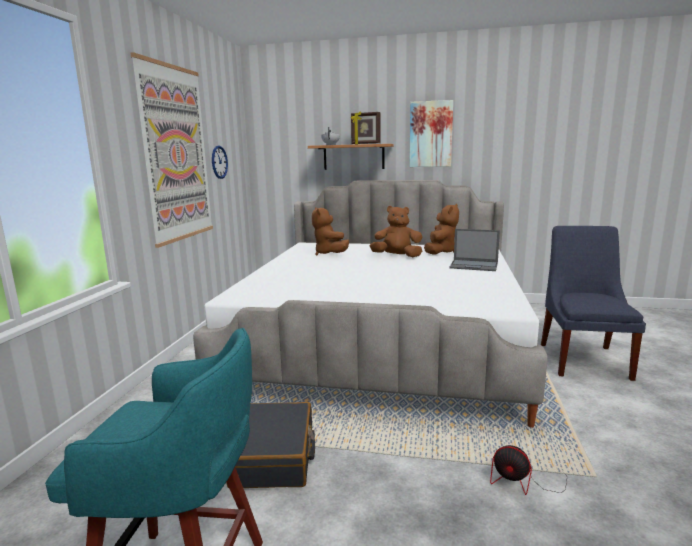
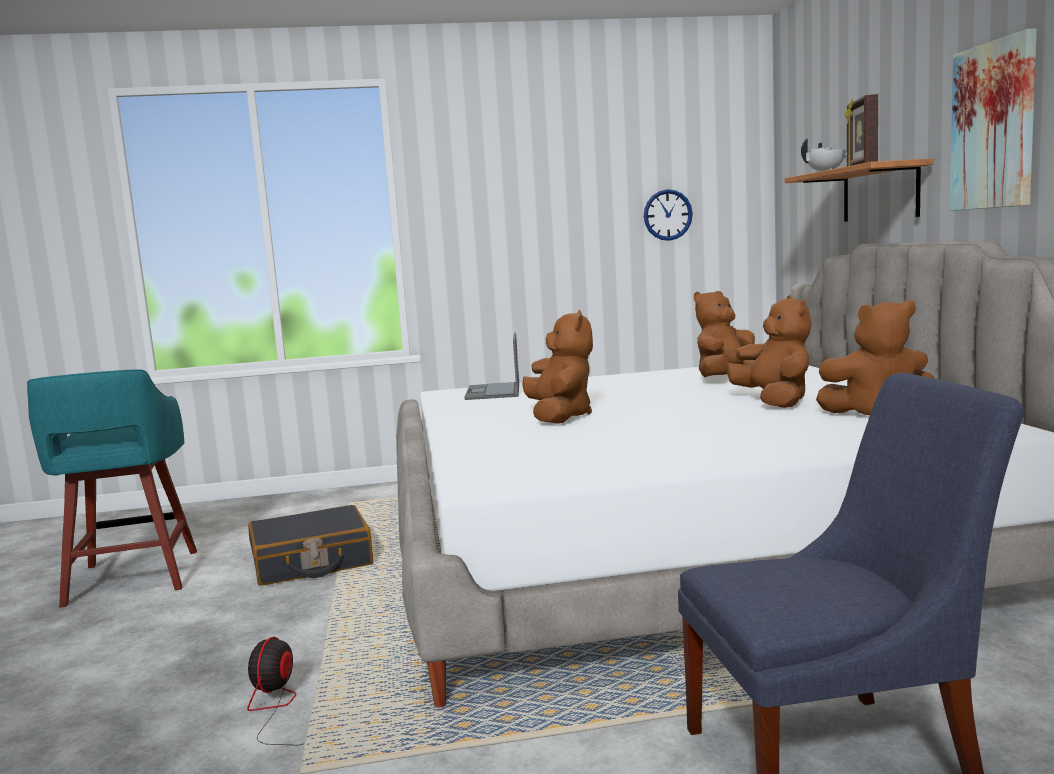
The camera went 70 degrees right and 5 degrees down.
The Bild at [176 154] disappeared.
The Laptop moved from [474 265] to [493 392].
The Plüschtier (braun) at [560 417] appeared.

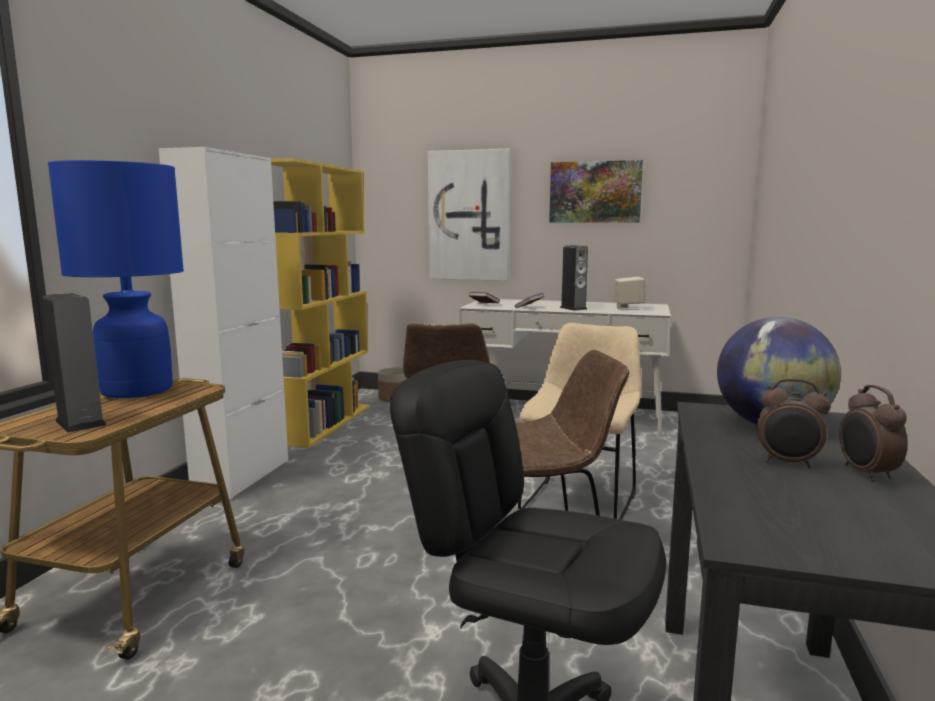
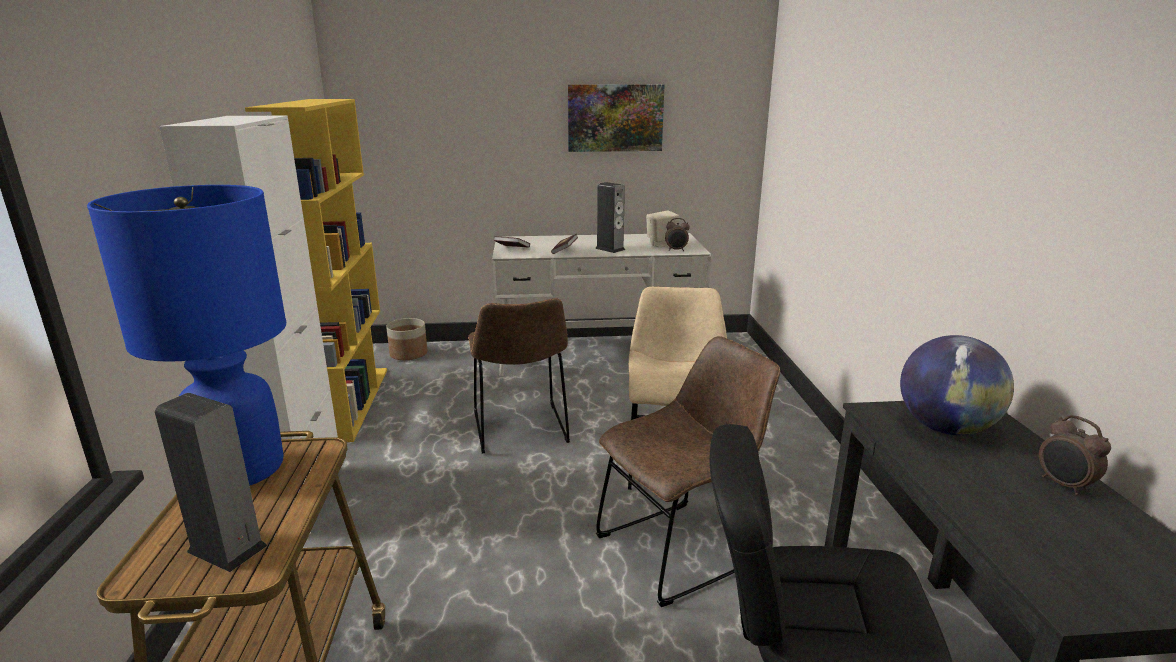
The camera went 20 degrees left and 10 degrees up.
The Bild at [469 216] disappeared.
The Wecker moved from [788 463] to [676 250].

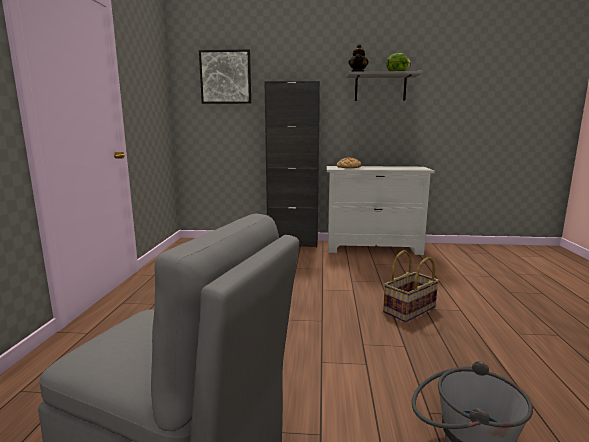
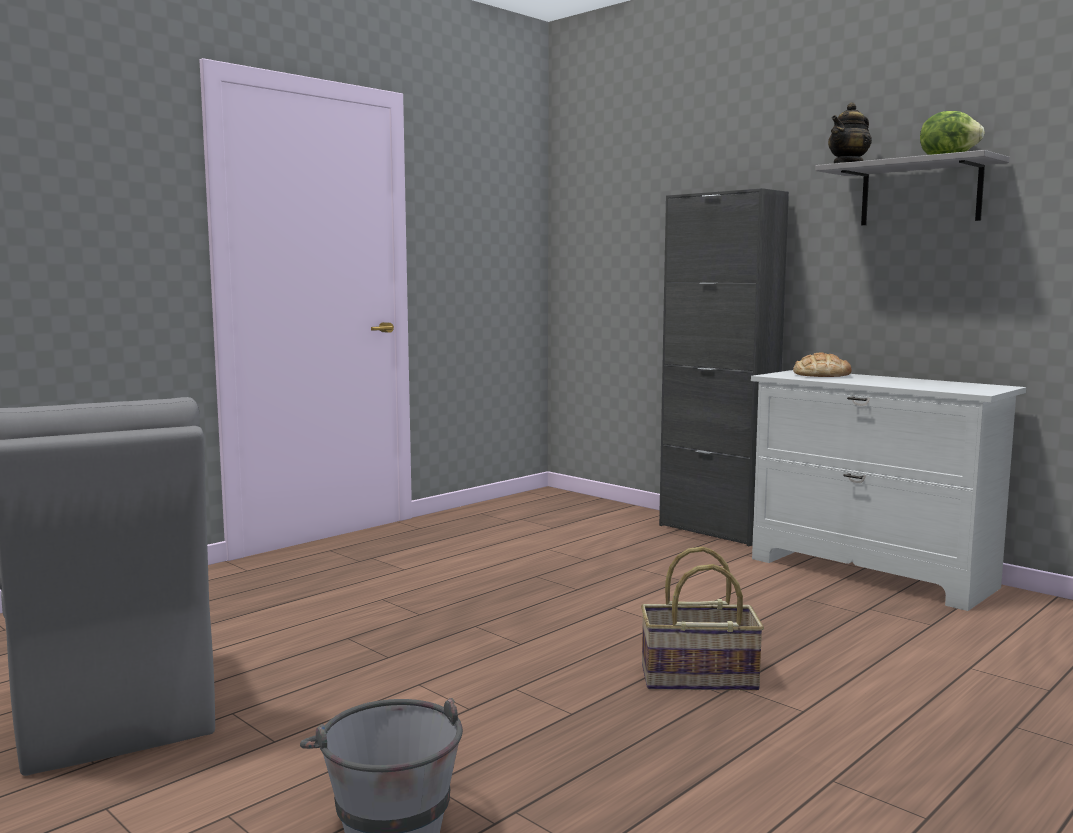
The camera went 40 degrees right and 5 degrees down.
The Bild at [225 77] disappeared.

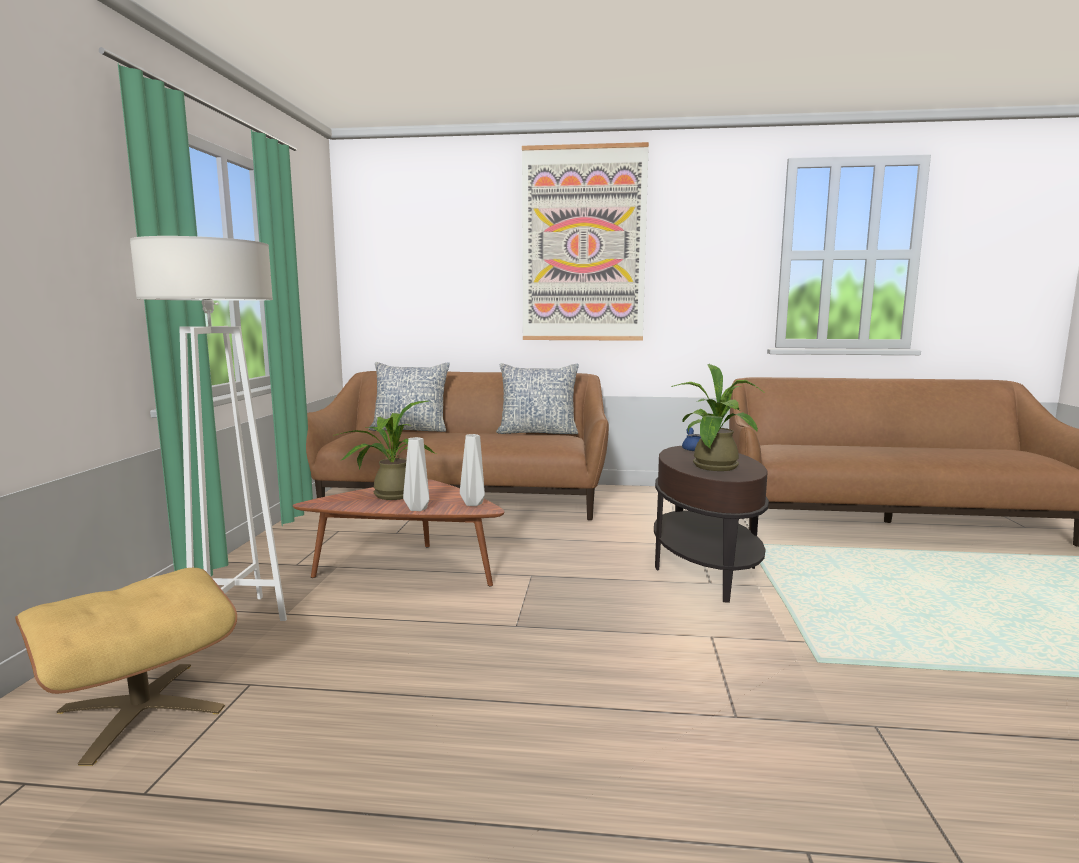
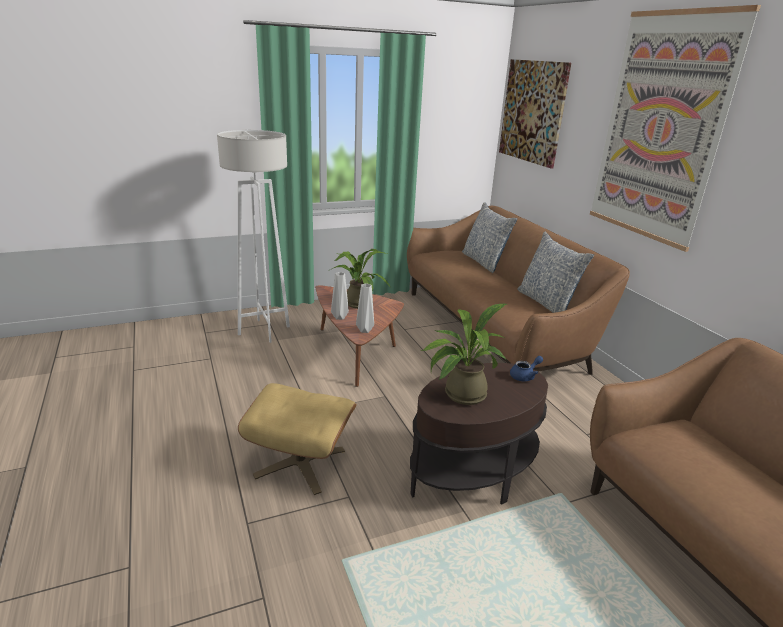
The camera went 60 degrees right and 15 degrees up.
The Polsterhocker (beige) moved from [141 709] to [301 462].
The Bild at [533 112] appeared.

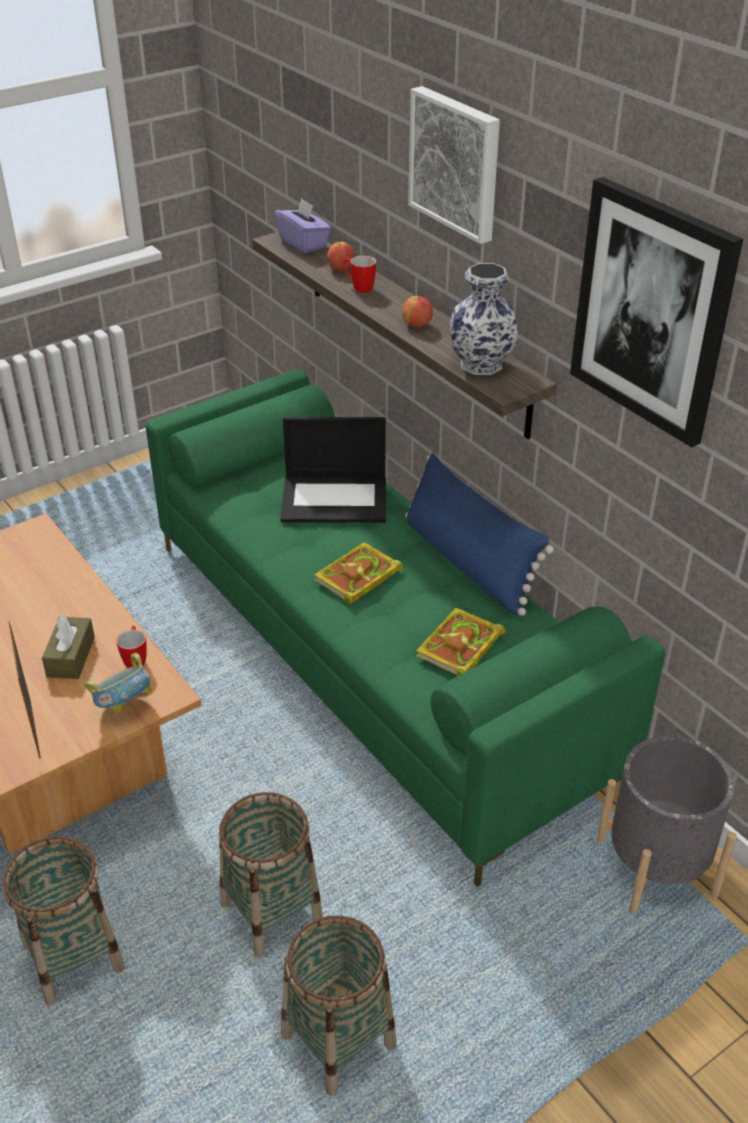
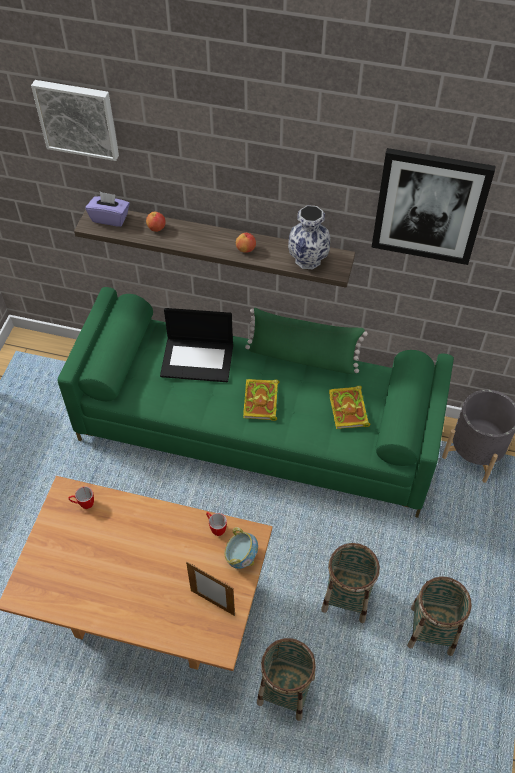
The camera went 40 degrees left and 15 degrees up.
The Bild moved from [457 163] to [78 118].
The Henkelbecher moved from [358 288] to [83 504].
The Laptop at [336 499] turned 45 degrees clockwise.
The Kissen (blau) at [468 563] became the Kissen (grün) at [303 357].
The Taschentuchbox (braun) at [71 657] disappeared.

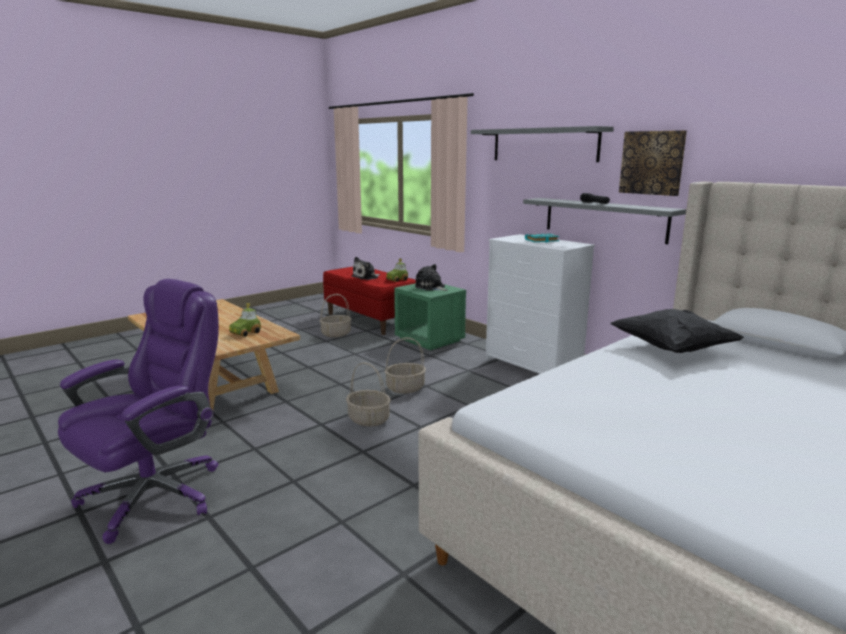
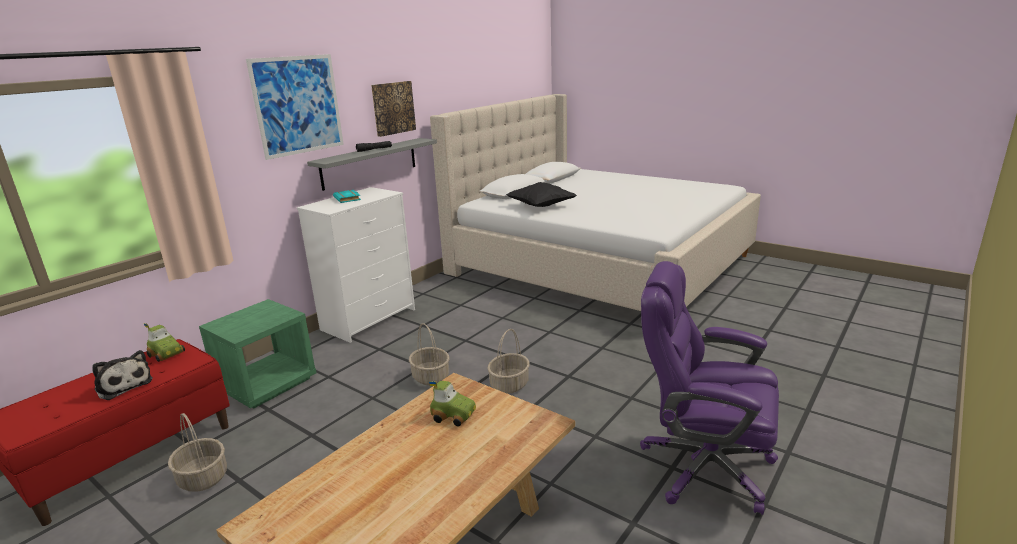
The camera went 100 degrees left and 5 degrees up.
The Wandregal (grau) at [544 145] was replaced by the Bild at [298 105].
The Plüschtier at [431 287] disappeared.

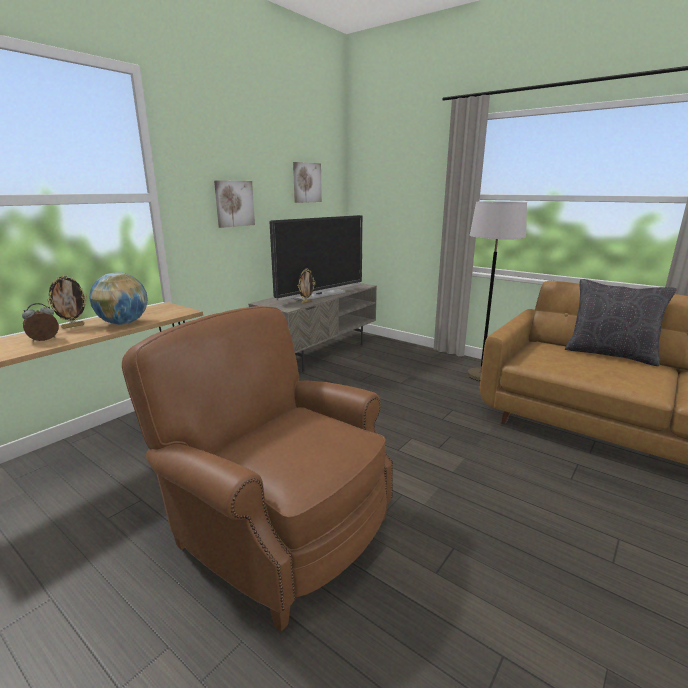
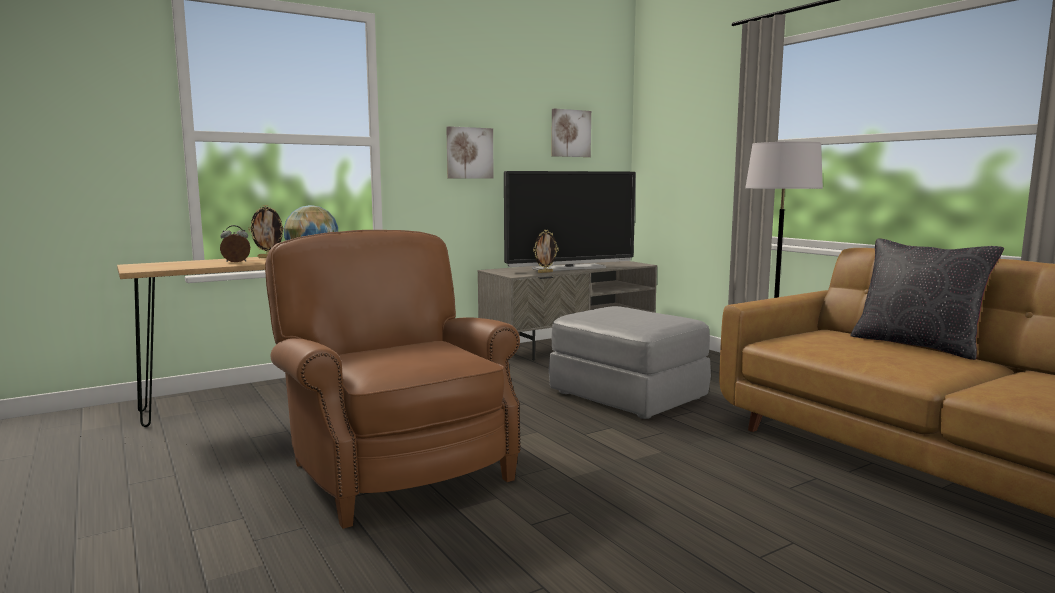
The camera went 20 degrees right and 10 degrees down.
The Polsterhocker (grau) at [626 395] appeared.

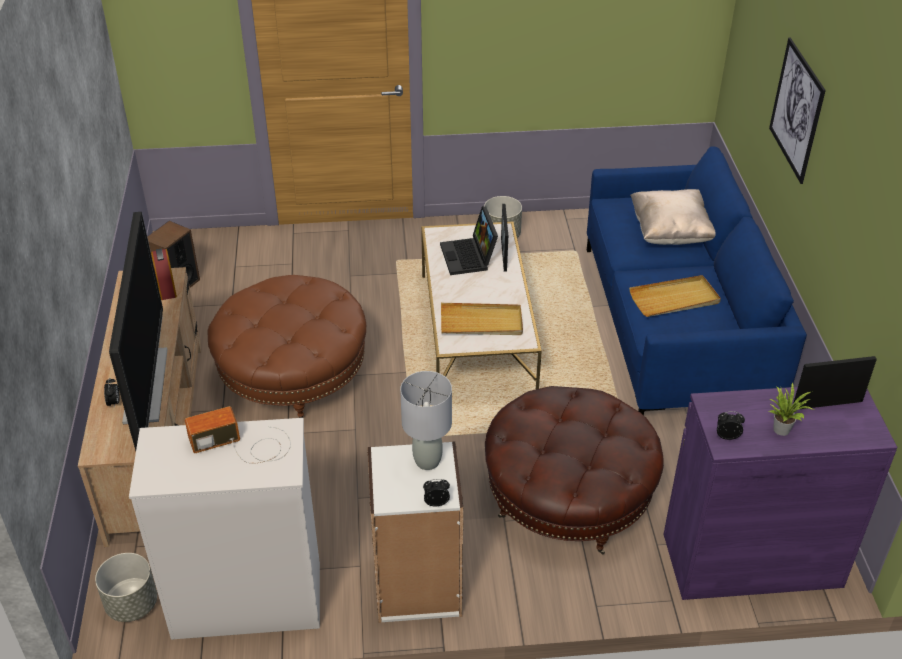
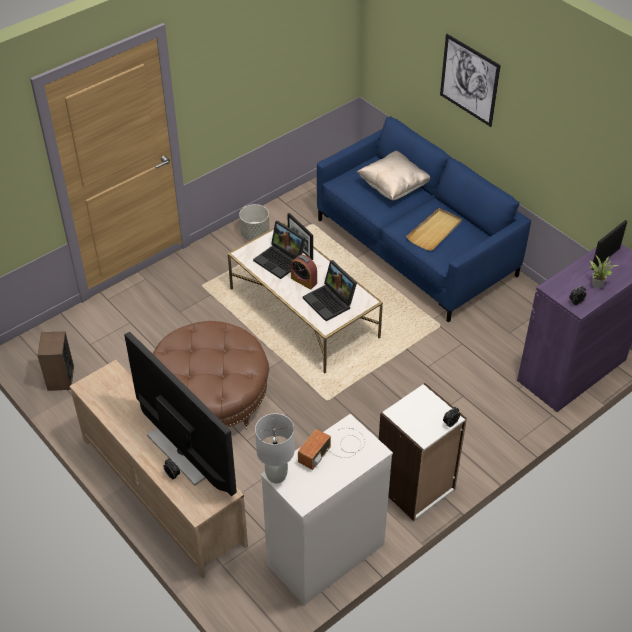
The camera went 35 degrees left and 5 degrees up.
The Wecker moved from [166 287] to [304 281].
The Tablett (beige) at [481 322] was replaced by the Laptop at [331 302].
The Tischlampe (grau) moved from [427 461] to [277 476].
The Polsterhocker (braun) at [568 497] disappeared.
The Pflanzkübel (grau) at [132 604] disappeared.

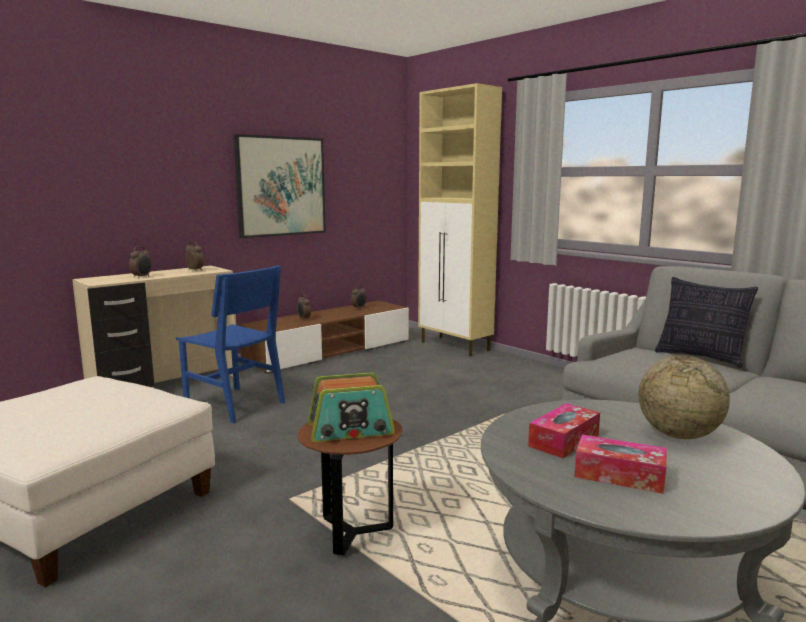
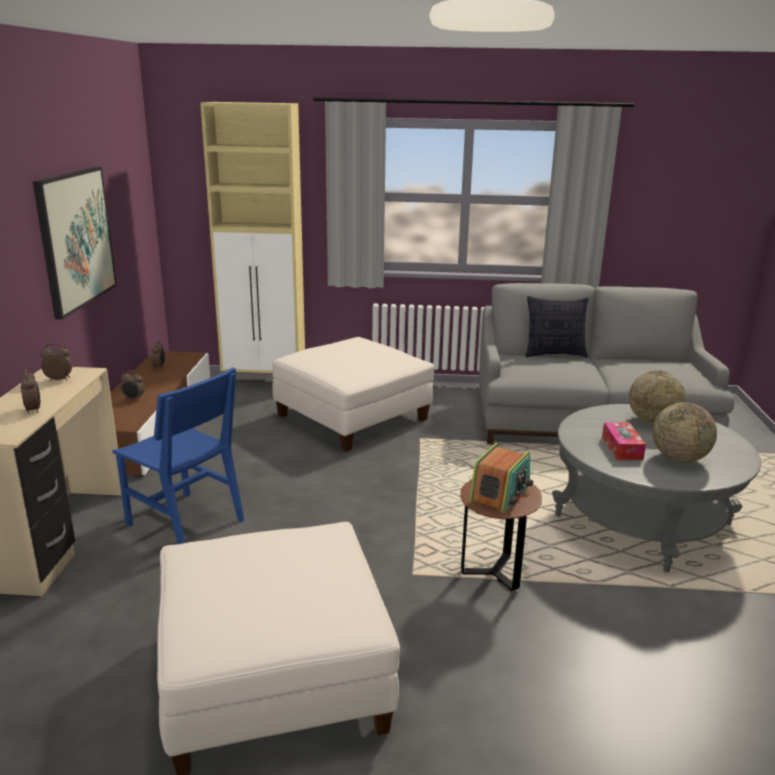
The camera went 45 degrees left and 10 degrees up.
The Stuhl (blau) at [235 404] turned 45 degrees clockwise.
The Taschentuchbox at [619 475] was replaced by the Globus at [679 458].
The Polsterhocker (weiß) at [352 417] appeared.

